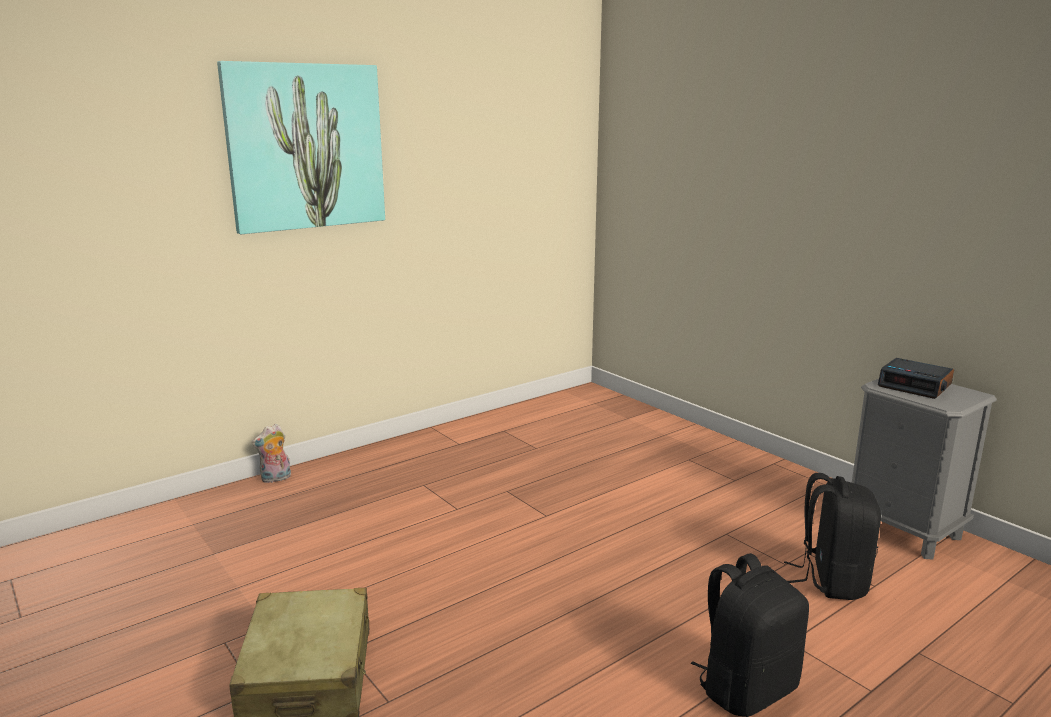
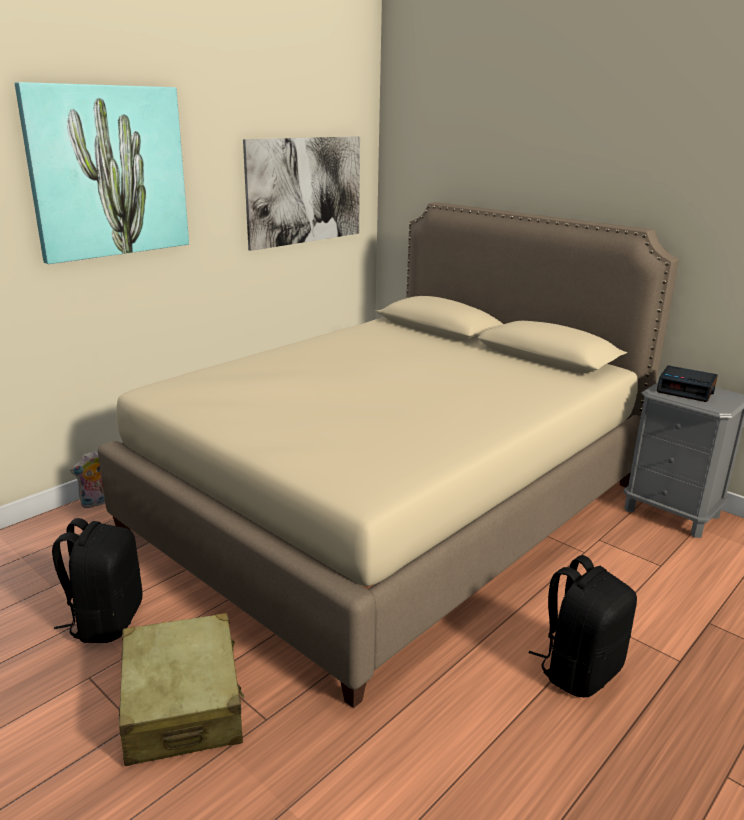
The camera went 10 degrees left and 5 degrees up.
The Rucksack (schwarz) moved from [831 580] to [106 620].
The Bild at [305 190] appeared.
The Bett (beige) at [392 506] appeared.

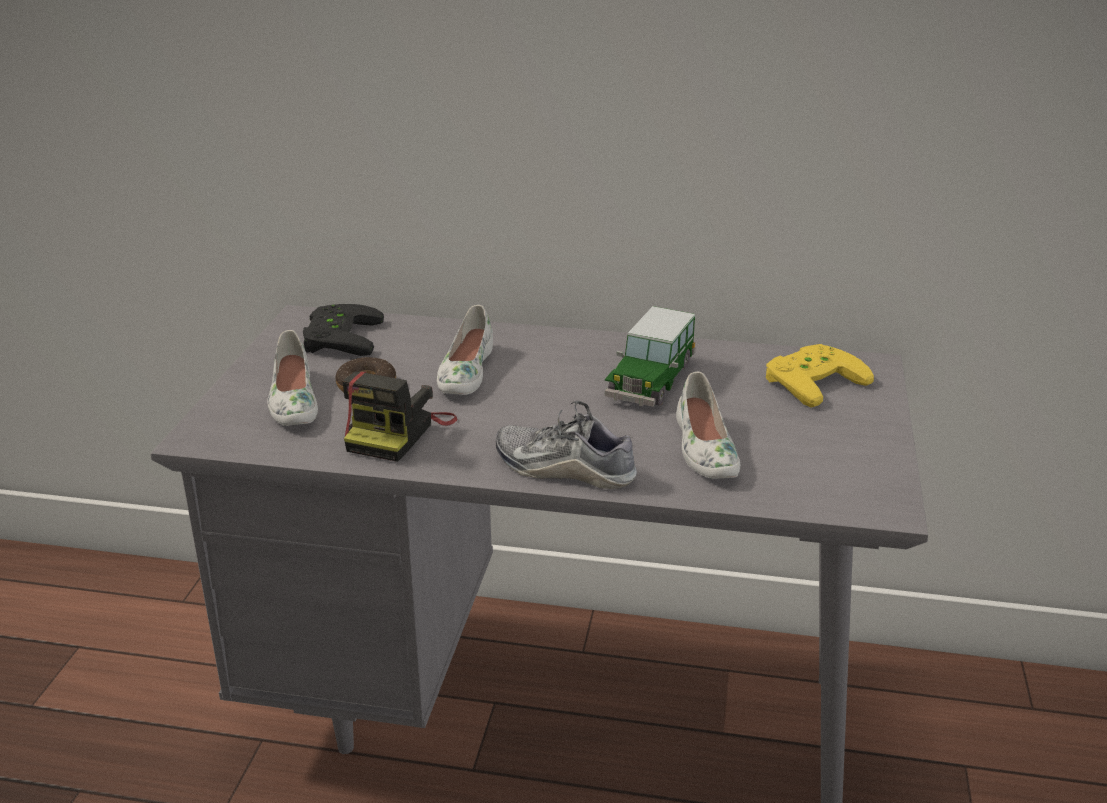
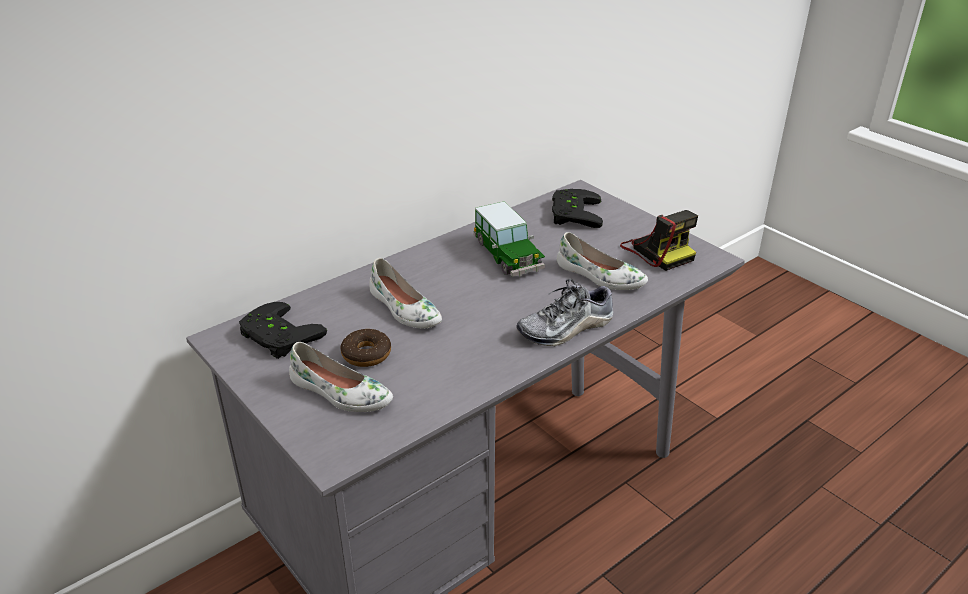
The camera went 50 degrees left and 5 degrees up.
The Gamepad (gelb) at [811 379] became the Gamepad (schwarz) at [572 213].
The Kamera moved from [398 432] to [657 251].

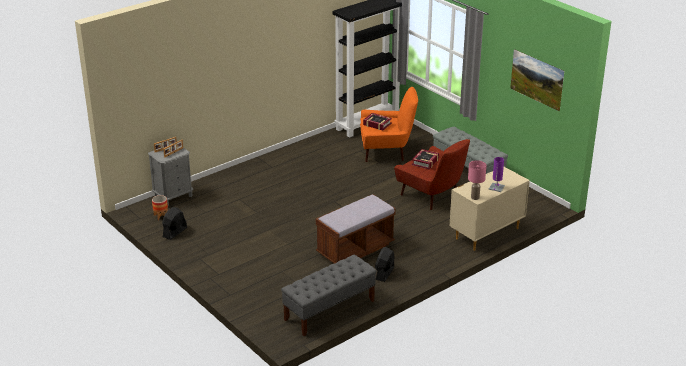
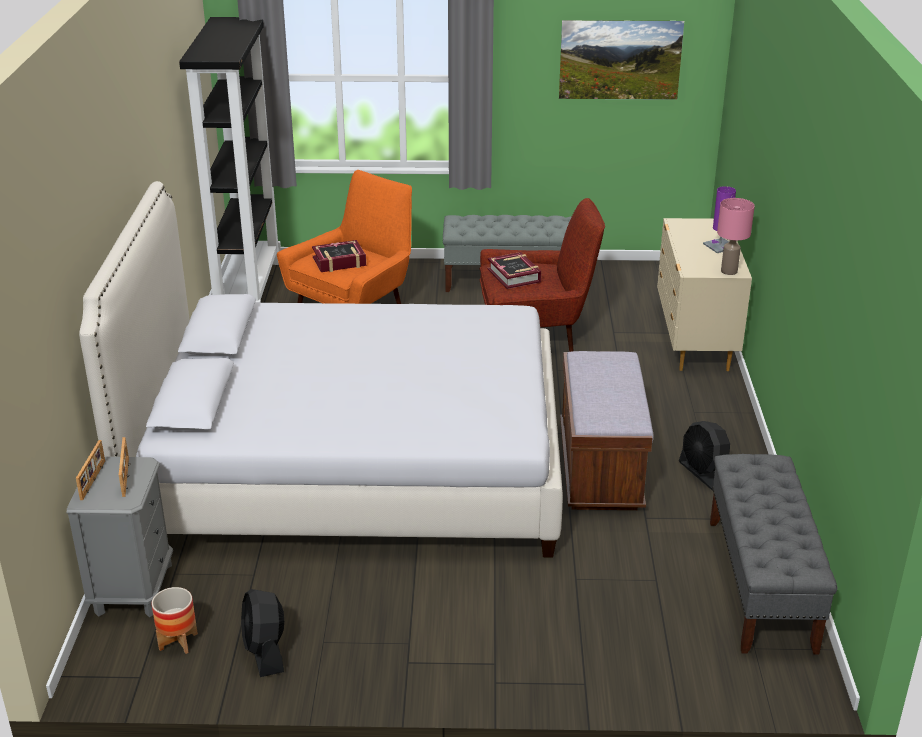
The camera went 50 degrees left and 0 degrees up.
The Bett (weiß) at [350 466] appeared.

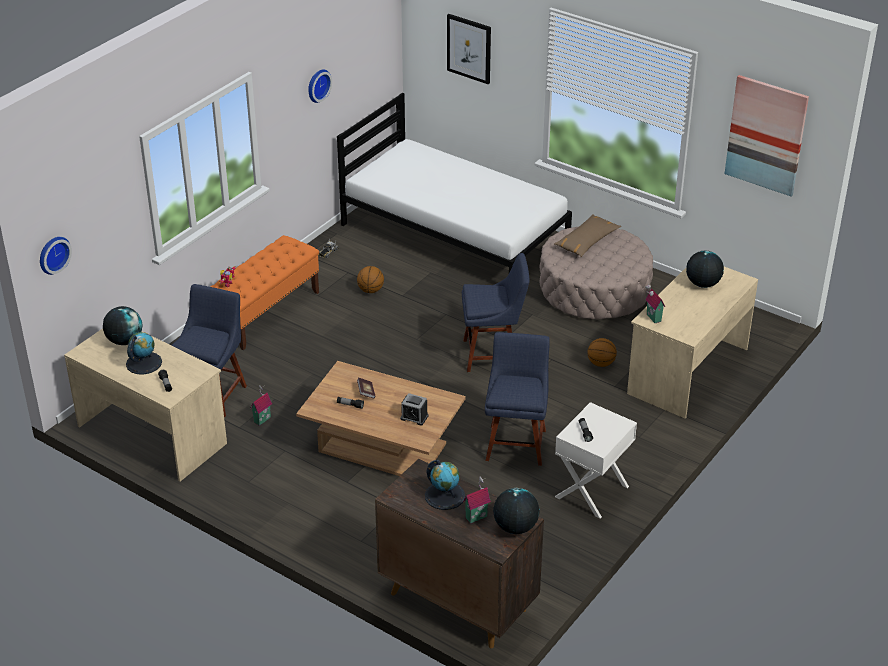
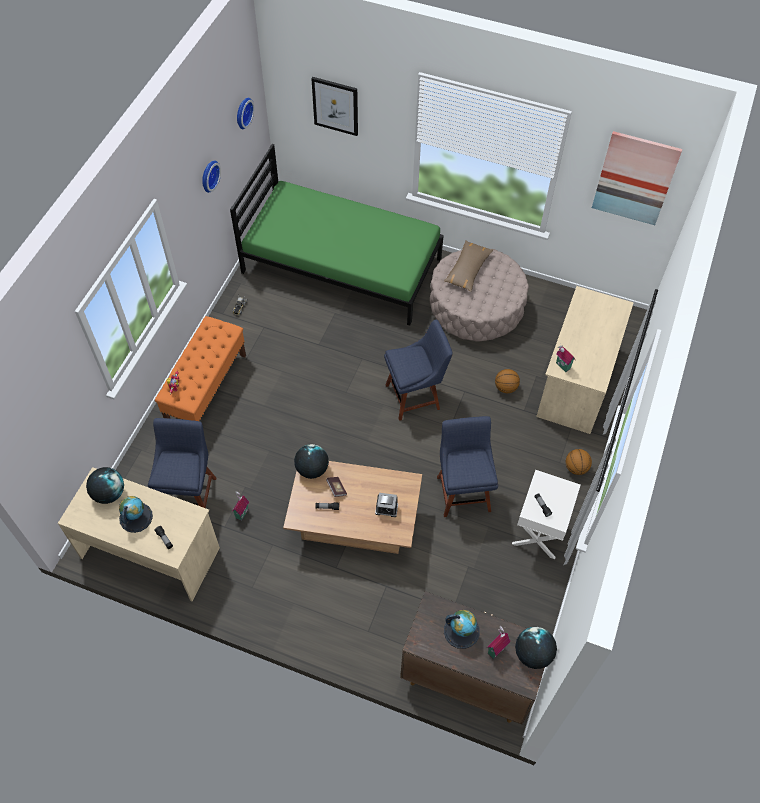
The camera went 15 degrees left and 20 degrees up.
The Bett (weiß) at [454 234] became the Bett (grün) at [342 264].
The Wanduhr moved from [52 254] to [242 112].
The Globus moved from [702 284] to [312 469].
The Basketball moved from [370 290] to [576 467].

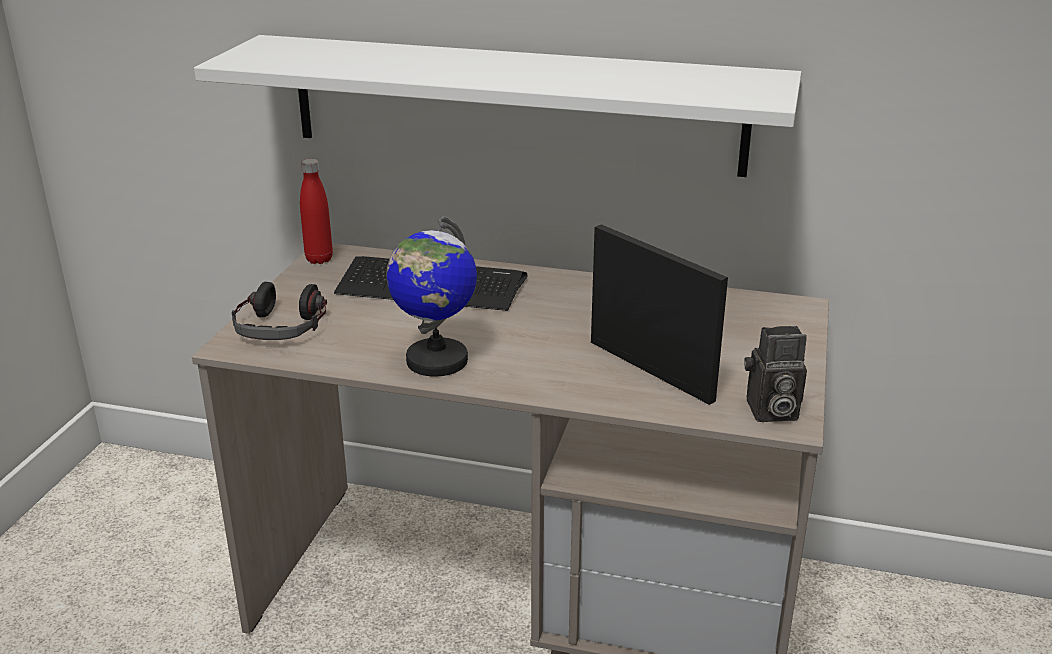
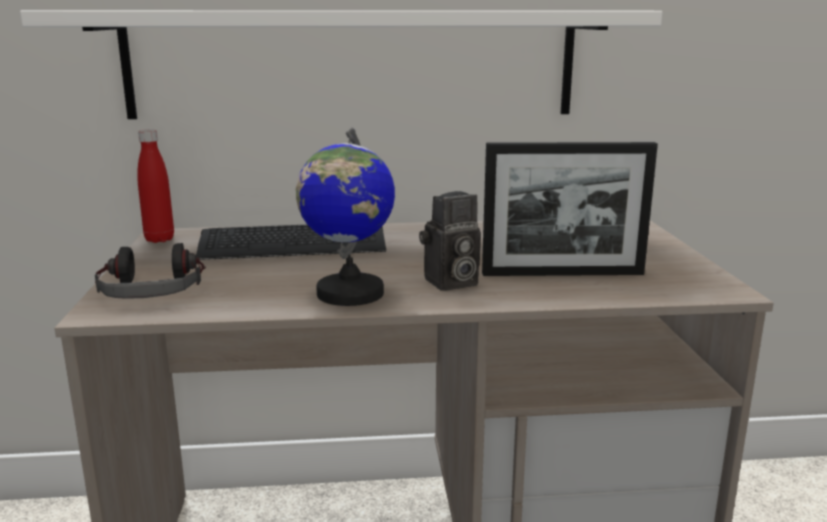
The camera went 20 degrees left and 10 degrees down.
The Bilderrahmen at [650 370] turned 150 degrees clockwise.
The Kamera moved from [770 412] to [450 283].

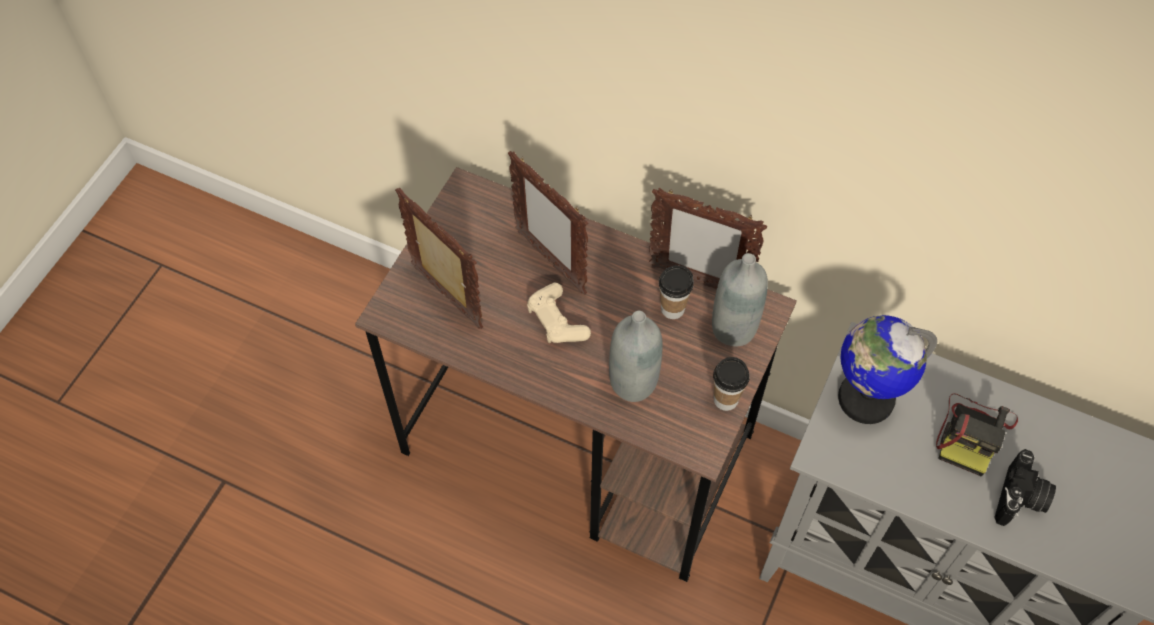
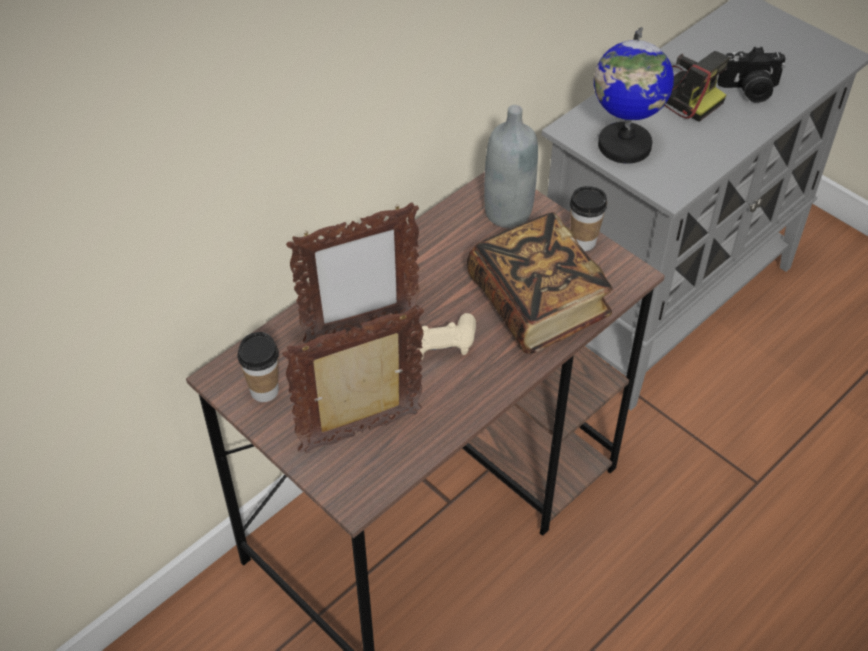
The camera went 70 degrees left and 10 degrees down.
The Bilderrahmen at [697 281] disappeared.
The Tasse moved from [672 309] to [264 391].
The Flasche (grau) at [633 382] was replaced by the Buch at [537 303].
The Kamera at [1020 499] turned 135 degrees clockwise.

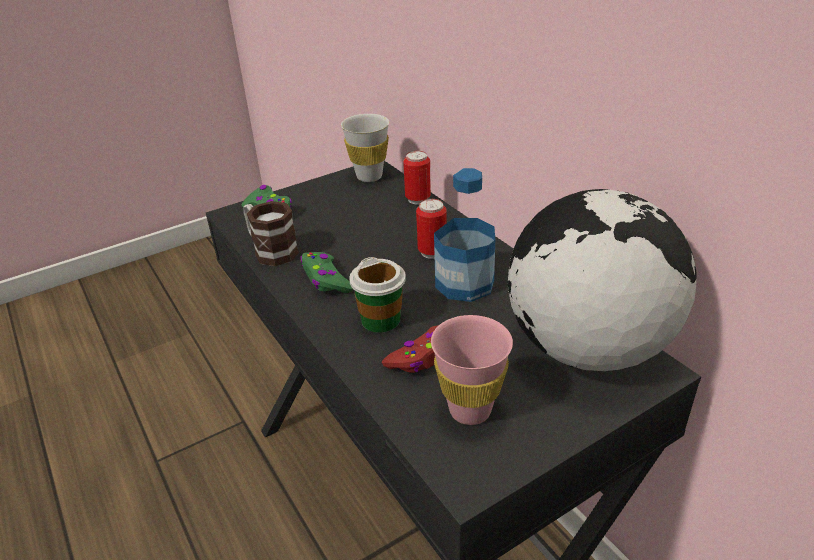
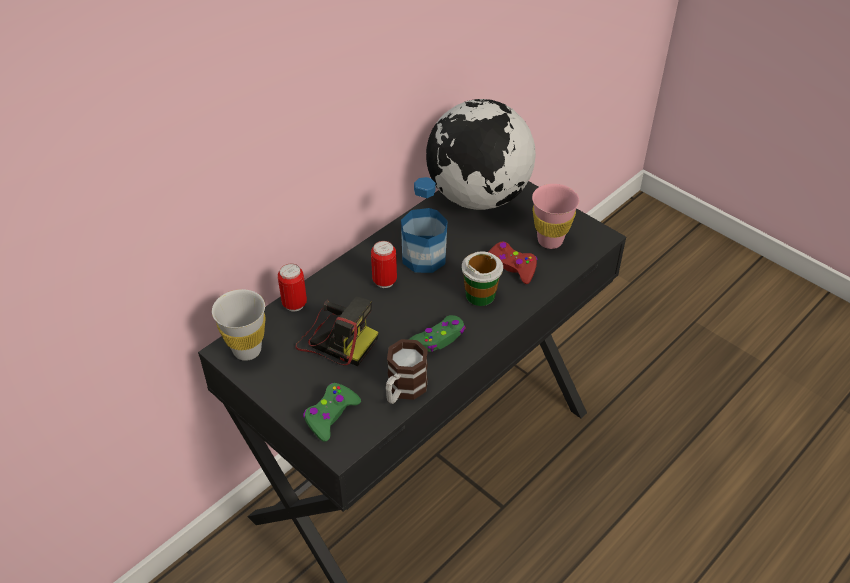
The camera went 105 degrees left and 10 degrees up.
The Kamera at [336 339] appeared.

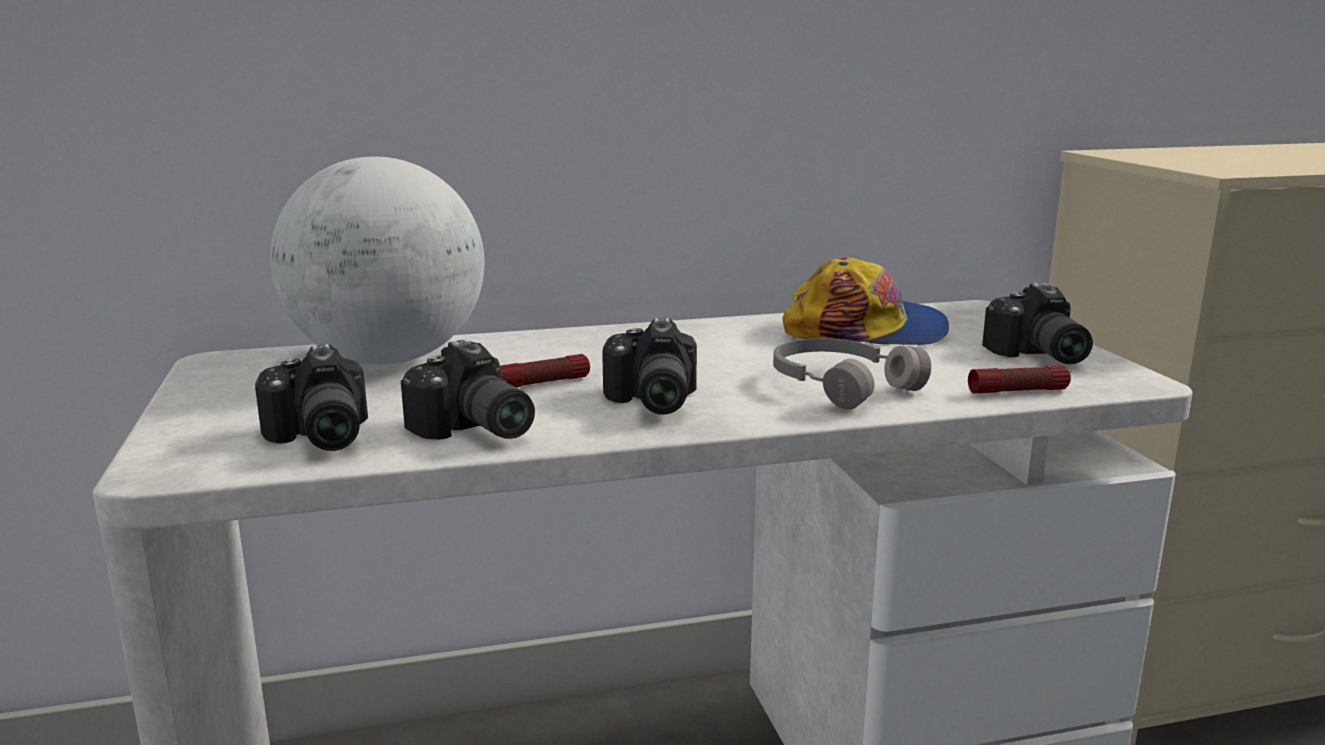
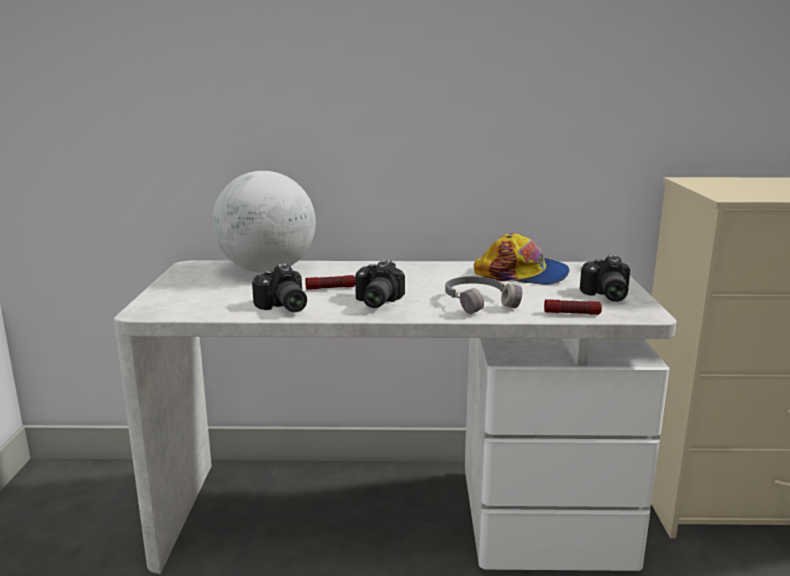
The camera went 15 degrees right and 0 degrees up.
The Kamera at [317 438] disappeared.

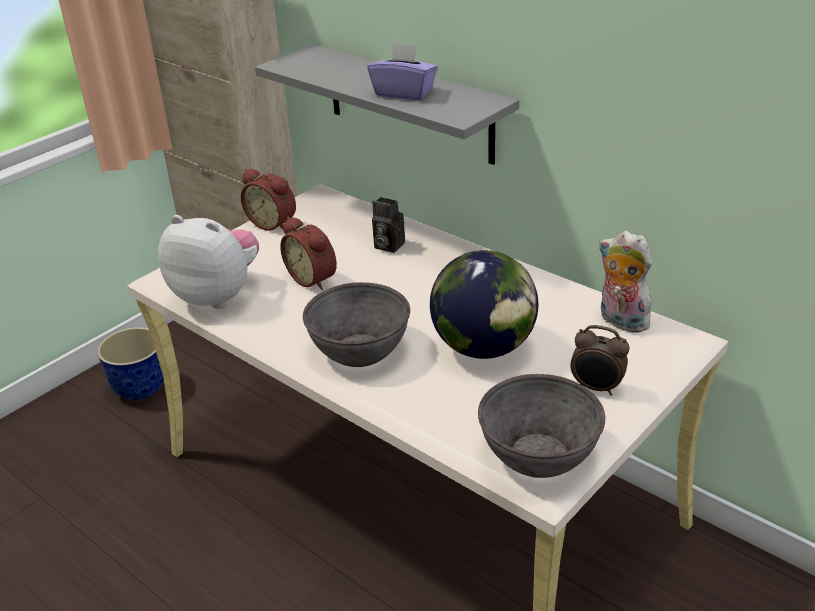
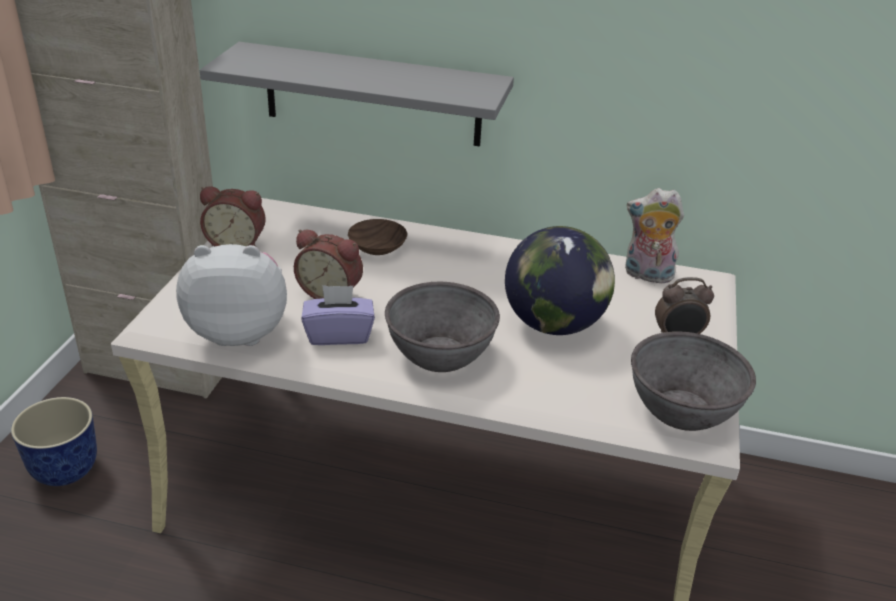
The camera went 30 degrees left and 0 degrees up.
The Taschentuchbox (lila) moved from [404 93] to [339 334].
The Kamera at [387 245] was replaced by the Schüssel (braun) at [378 246].

